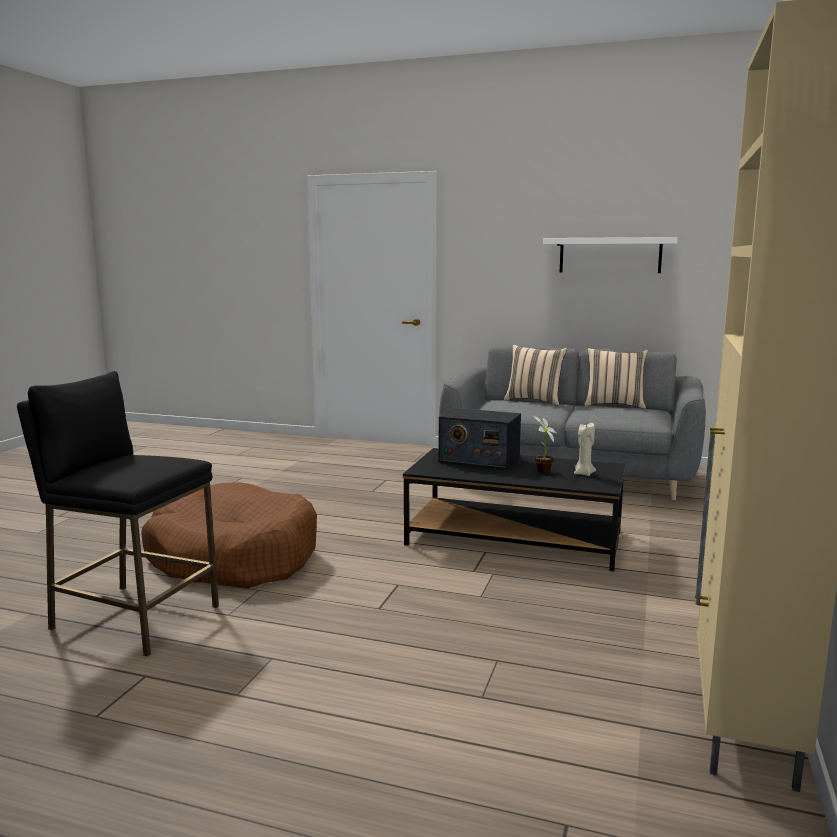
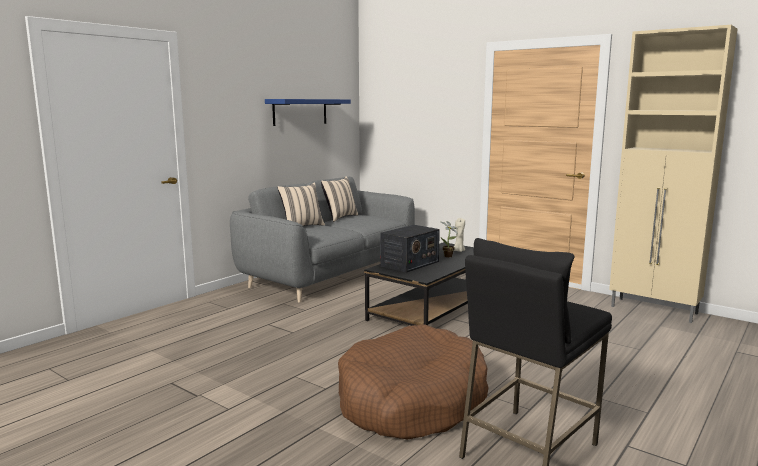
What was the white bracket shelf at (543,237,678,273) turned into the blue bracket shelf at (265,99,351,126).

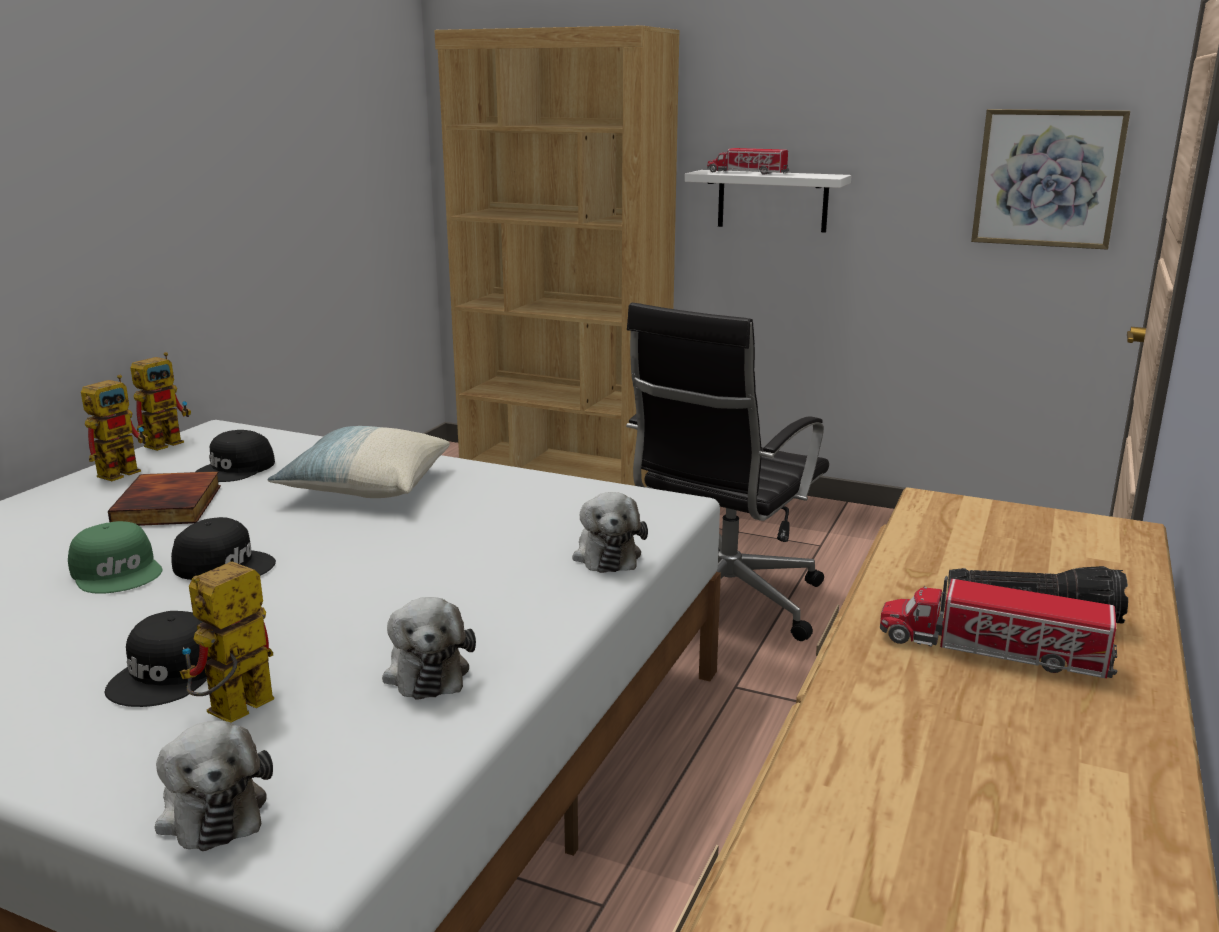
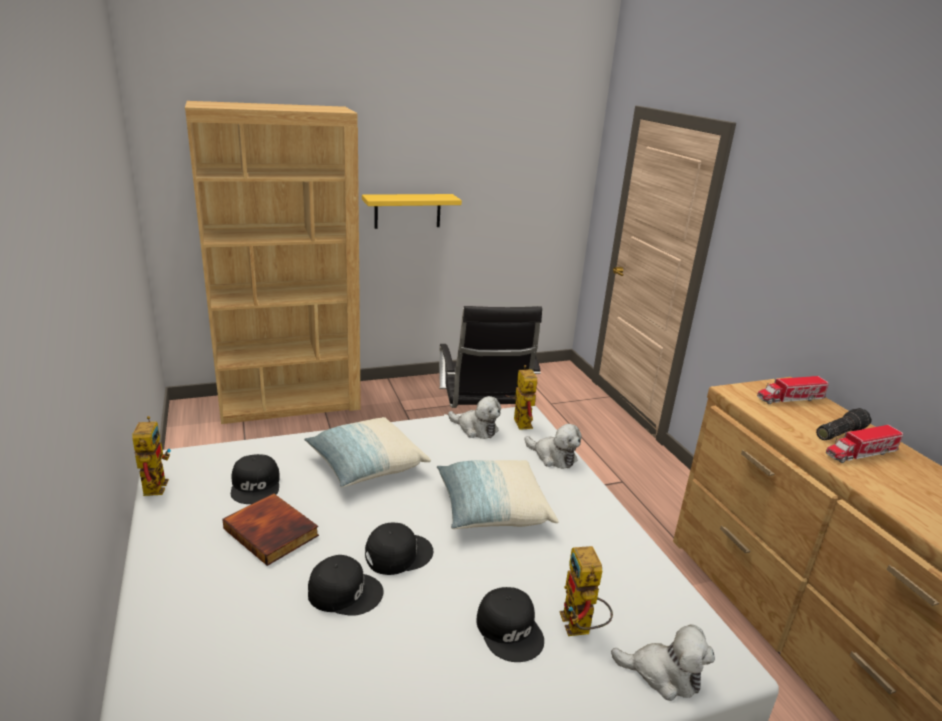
What was the green-coloured cap at (68,521,163,594) turned into the black cap at (308,555,384,616). What was the white bracket shelf at (684,170,851,233) turned into the yellow bracket shelf at (362,194,462,229). The second view gained the throw pillow at (437,460,559,529). The soft toy ended up elsewhere, having gone from (382,597,476,700) to (448,396,501,439). The toy robot ended up elsewhere, having gone from (81,375,148,481) to (505,365,537,430). The toy lorry ended up elsewhere, having gone from (707,148,790,175) to (757,376,829,404). The second view lost the wall art at (971,109,1130,250).

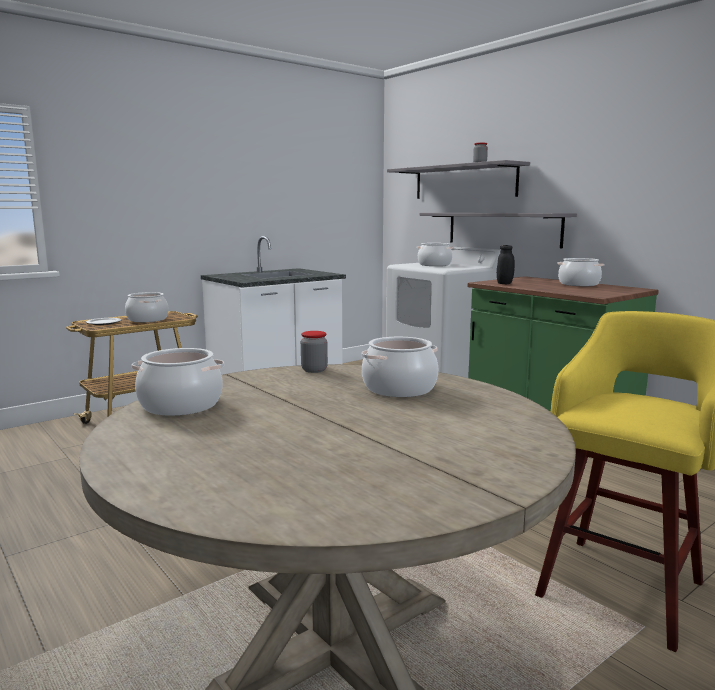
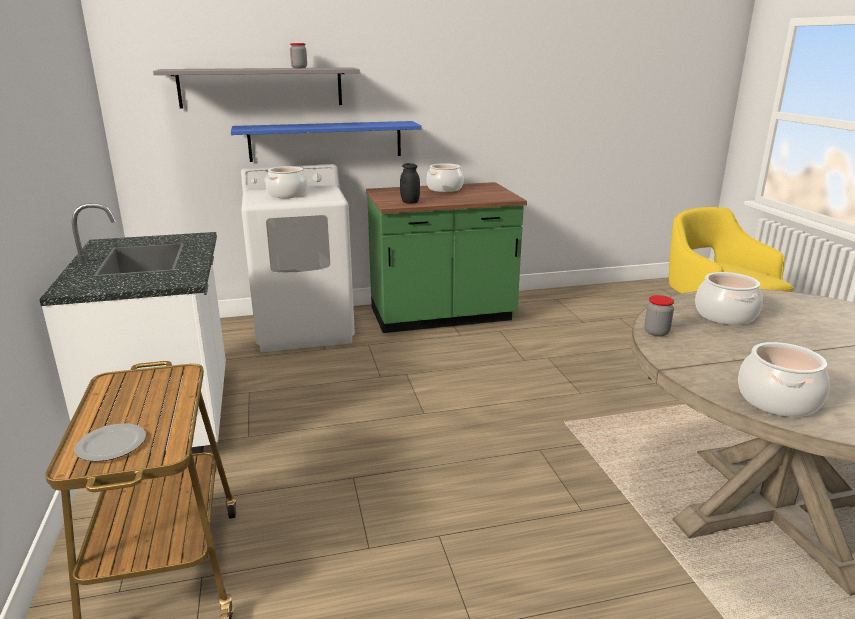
What was the greyish bracket shelf at (420,213,577,248) turned into the blue bracket shelf at (231,121,422,162). The second view lost the stockpot at (125,292,169,322).

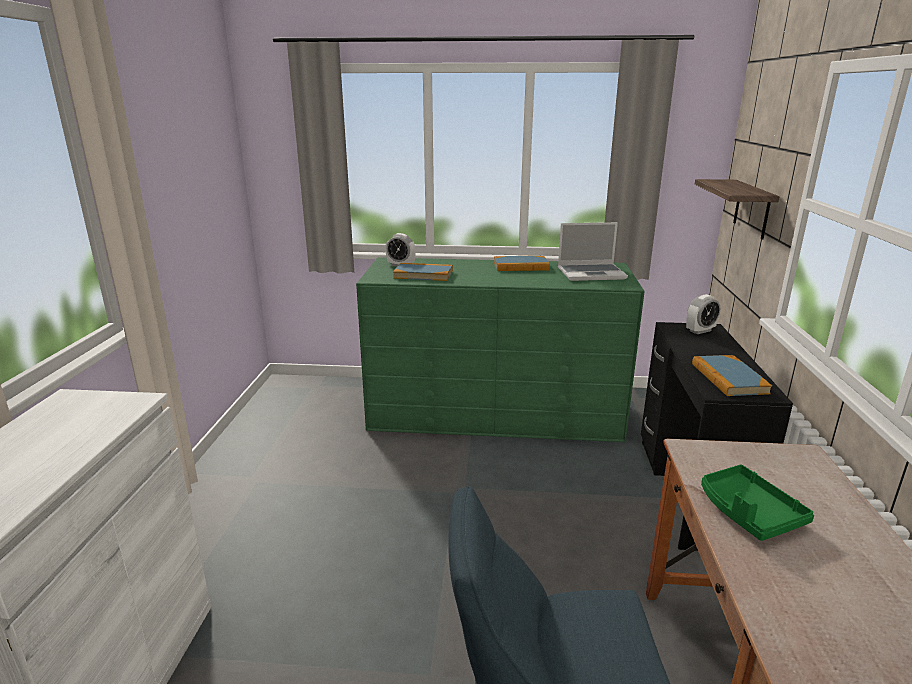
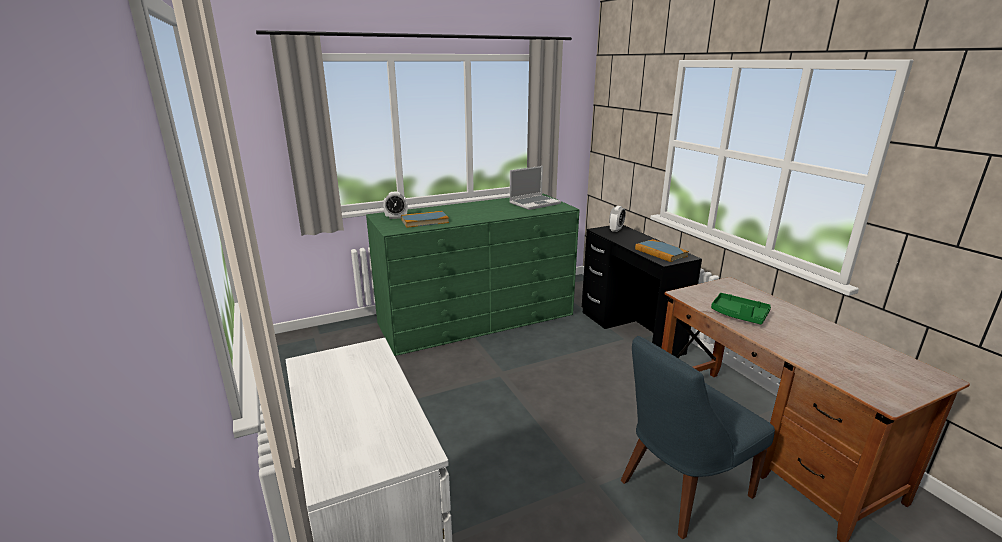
The second view lost the bound book at (494,256,550,271). The second view lost the bracket shelf at (695,179,779,239).

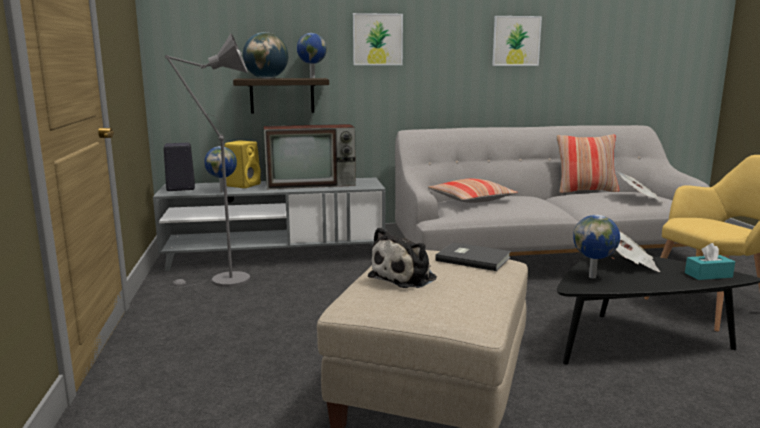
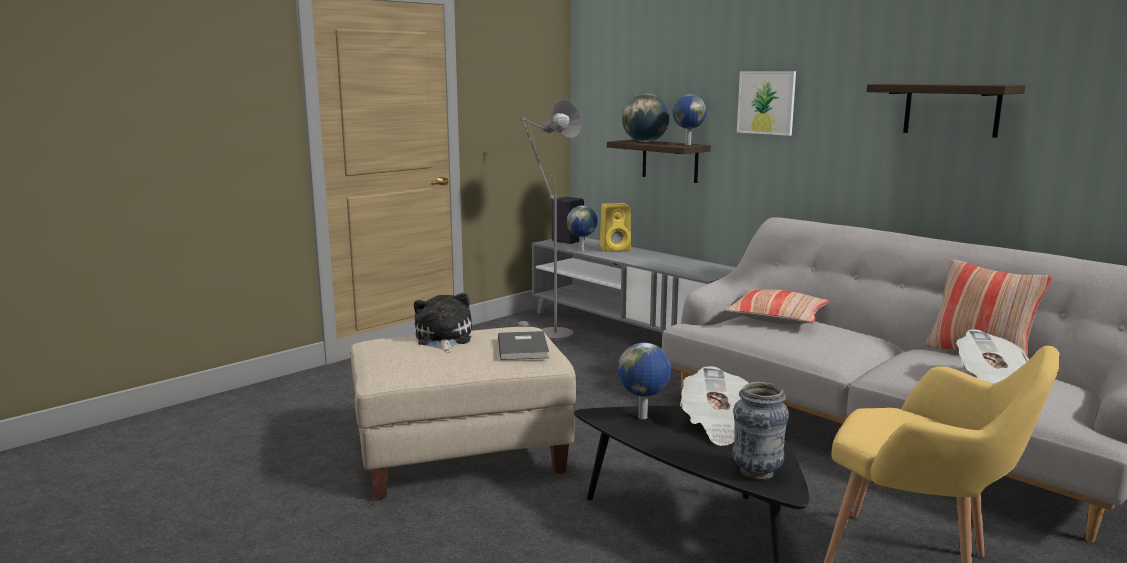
The soft toy at (367,227,437,288) ended up facing another way, 75 degrees clockwise from before. Where the turquoise tissue box stood at (685,243,735,280), the flower vase came to stand at (733,382,789,480). Where the wall art hung at (492,16,542,66), the bracket shelf came to hang at (867,84,1025,138). The second view lost the TV set at (264,124,356,189).

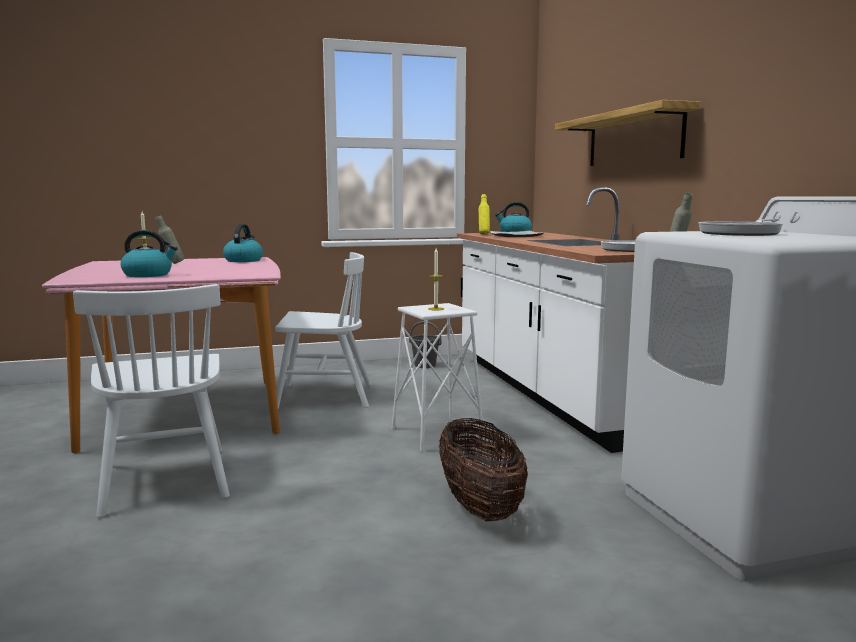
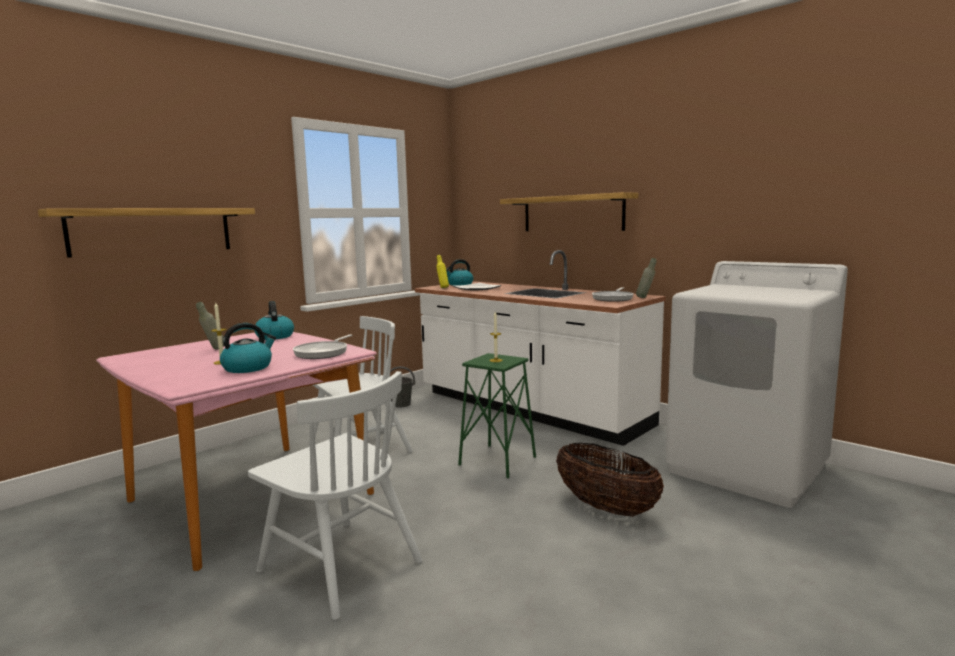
The second view gained the bracket shelf at (38,208,255,258). The pan ended up elsewhere, having gone from (699,219,783,236) to (293,334,353,359). What was the white sitting stool at (392,303,484,452) turned into the green-coloured sitting stool at (458,353,536,478).

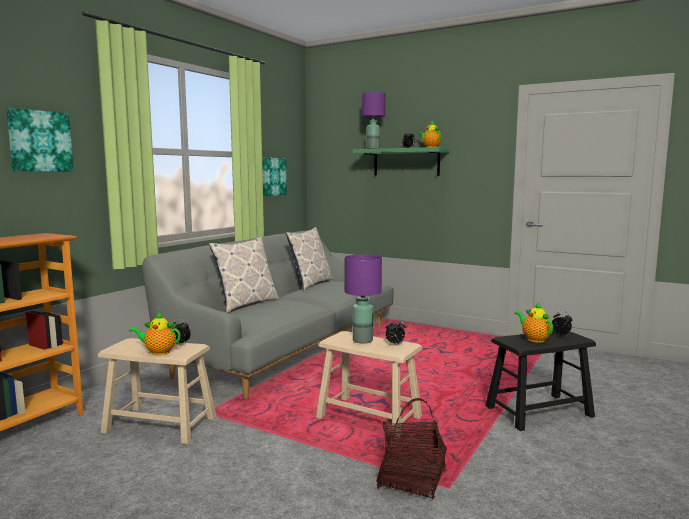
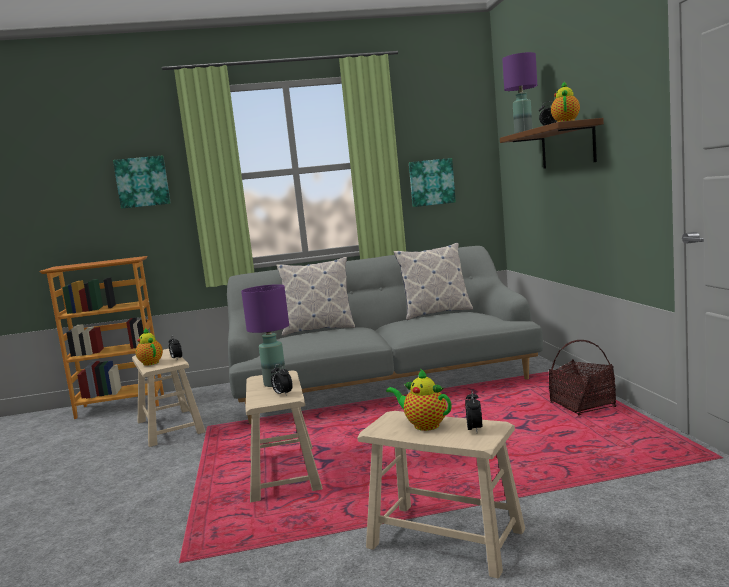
What was the black sitting stool at (485,331,596,431) turned into the beige sitting stool at (357,411,525,578). The teapot at (514,303,553,343) ended up facing another way, 75 degrees counterclockwise from before. What was the green-coloured bracket shelf at (353,147,450,176) turned into the brown bracket shelf at (500,118,604,169). The storage basket ended up elsewhere, having gone from (377,398,447,500) to (549,340,616,416).

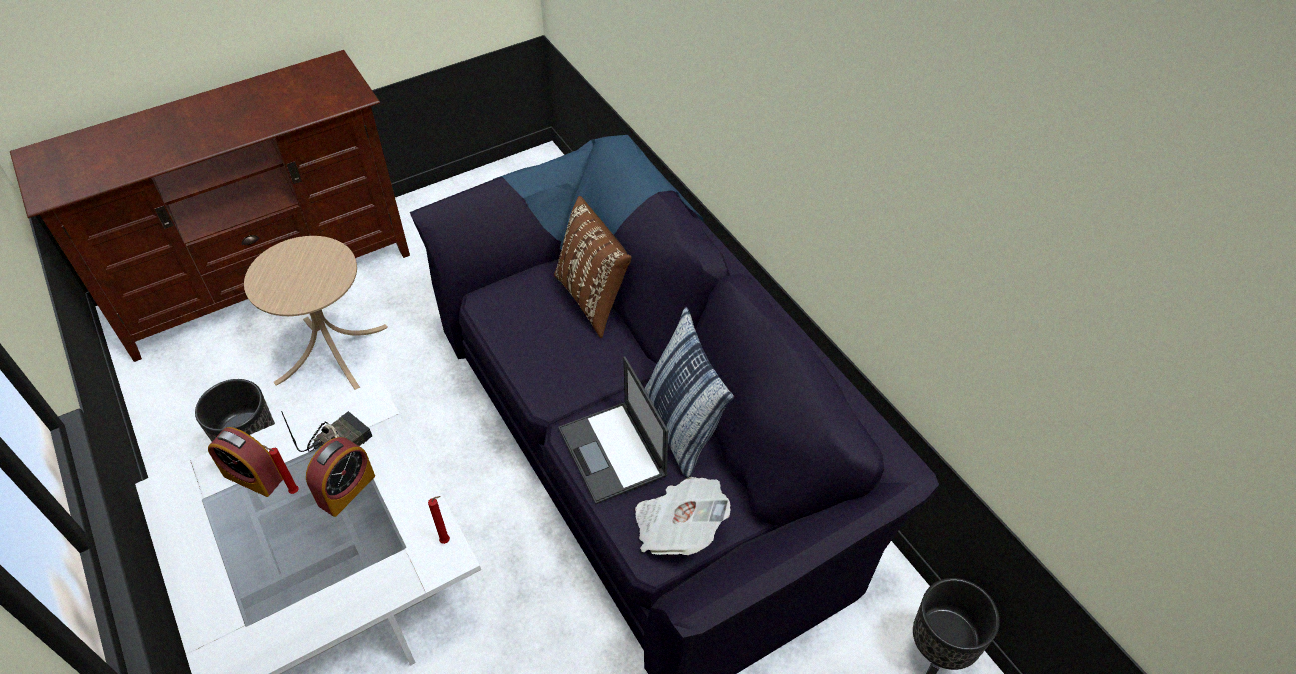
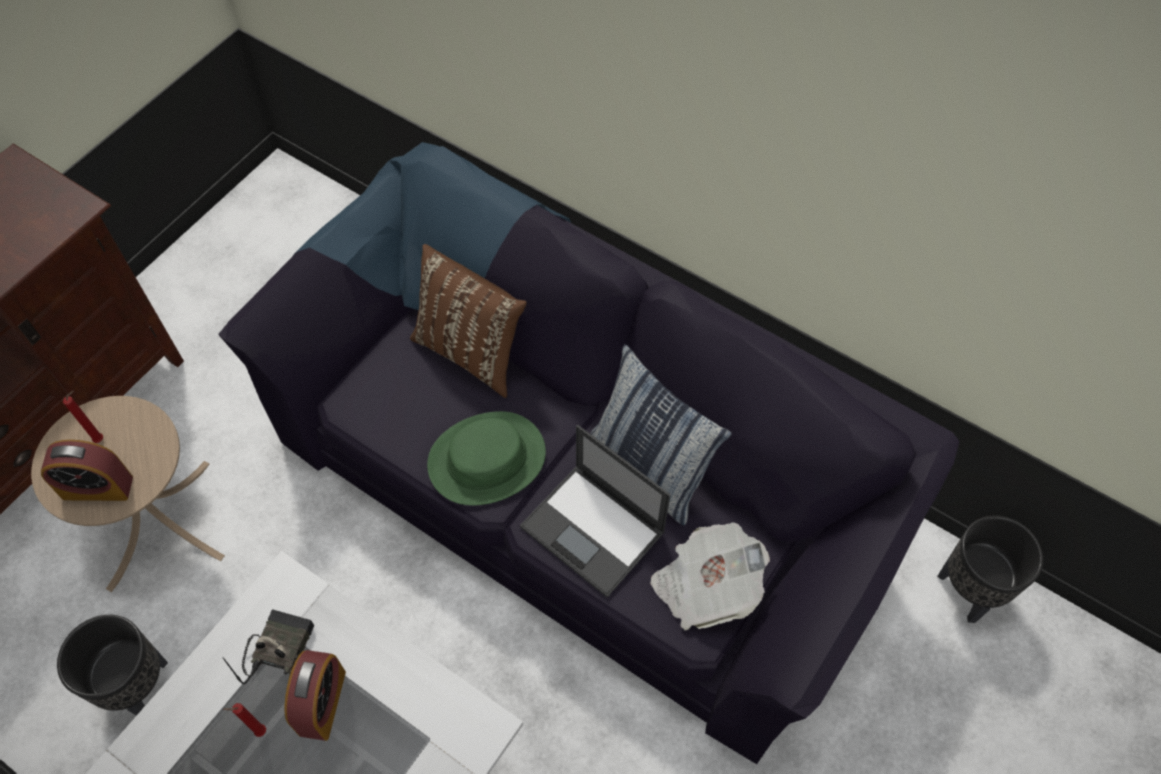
The bedside clock ended up elsewhere, having gone from (208,427,283,497) to (41,440,133,501). The red-coloured candle ended up elsewhere, having gone from (428,496,450,544) to (63,391,103,443). The second view gained the green-coloured hat at (427,411,546,506).

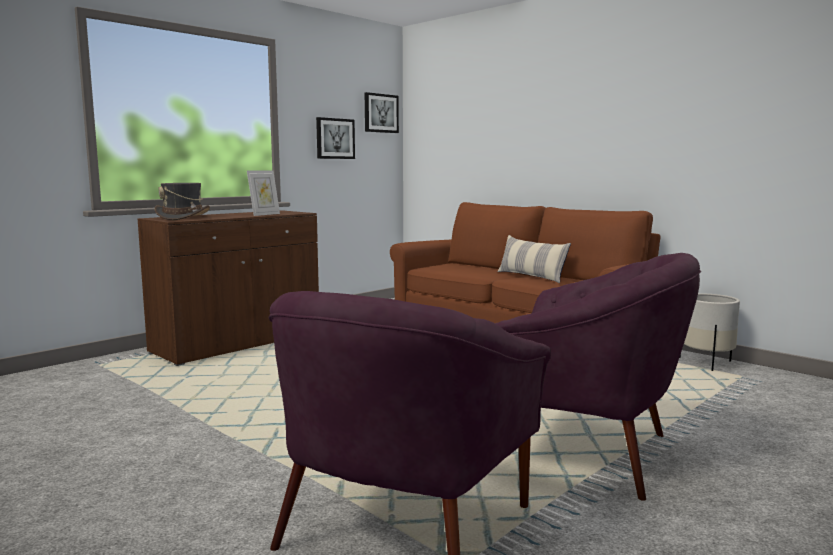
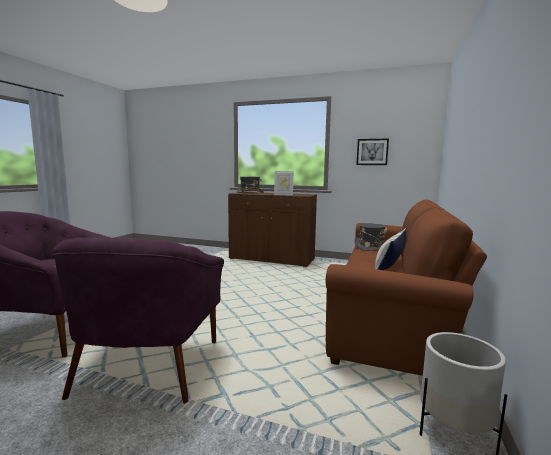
The second view gained the greyish hat at (354,223,387,251). The second view lost the wall art at (365,92,399,133).

